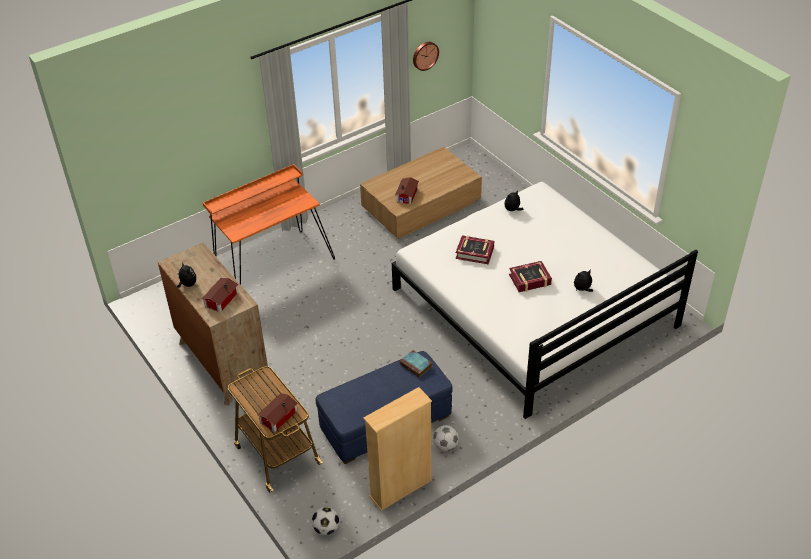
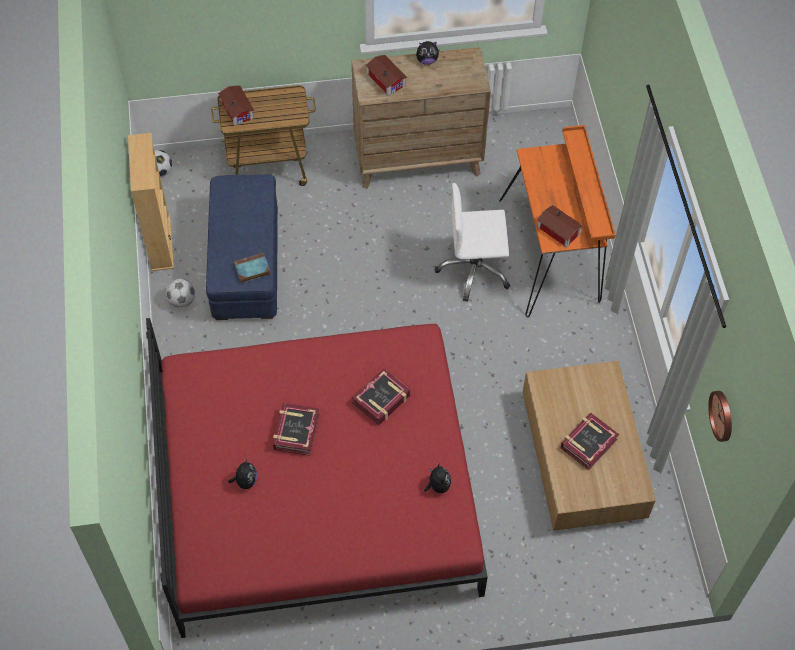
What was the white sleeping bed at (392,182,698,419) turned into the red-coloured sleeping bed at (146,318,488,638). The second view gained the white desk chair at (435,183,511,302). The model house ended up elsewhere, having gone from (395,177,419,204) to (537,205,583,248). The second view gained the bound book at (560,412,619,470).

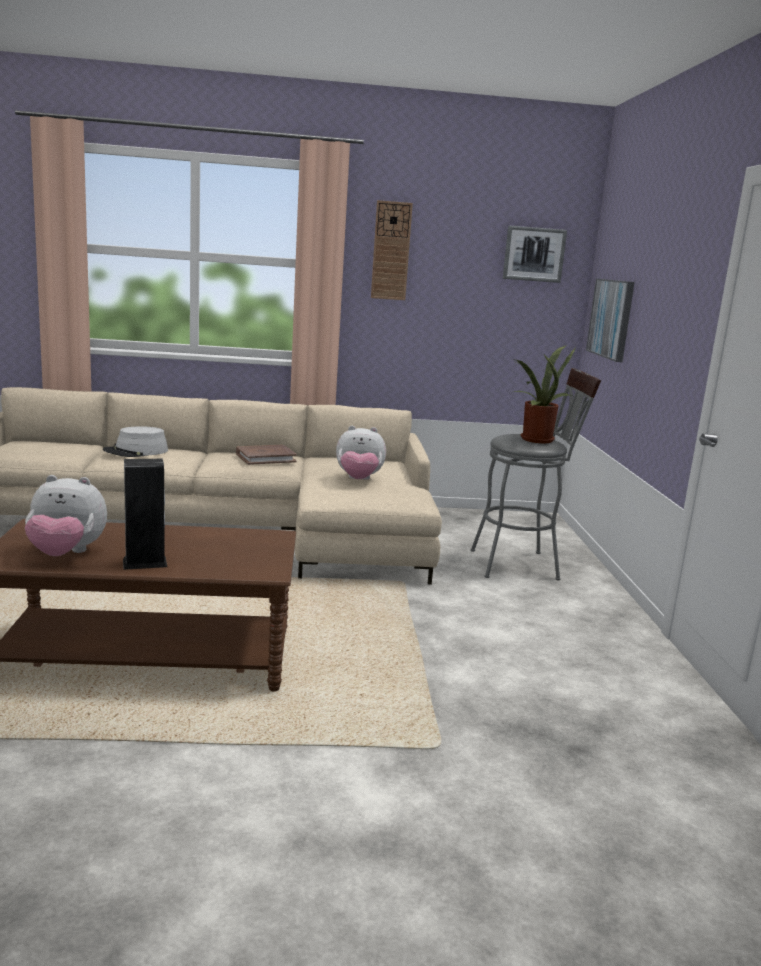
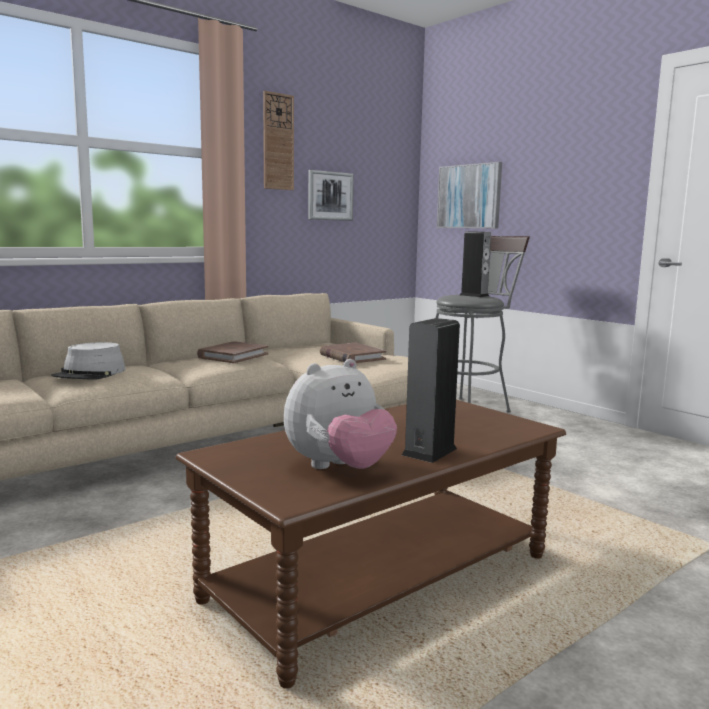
The wall art ended up elsewhere, having gone from (503,226,567,283) to (308,170,354,221). Where the soft toy stood at (336,426,386,480), the brown bound book came to stand at (320,343,386,363). Where the potted plant stood at (512,345,576,443), the loudspeaker came to stand at (460,231,491,297).

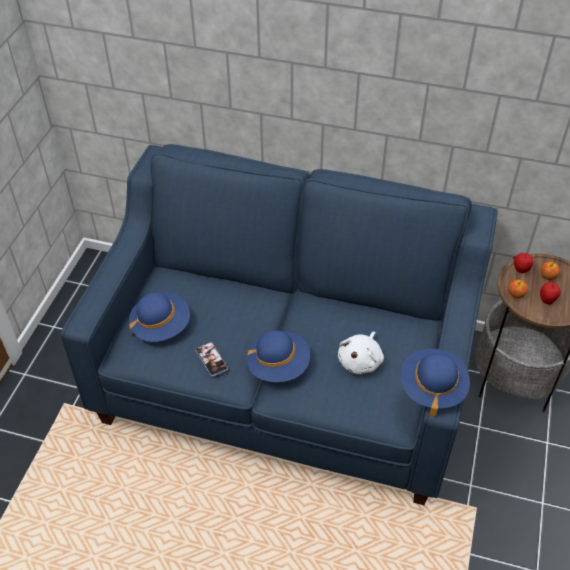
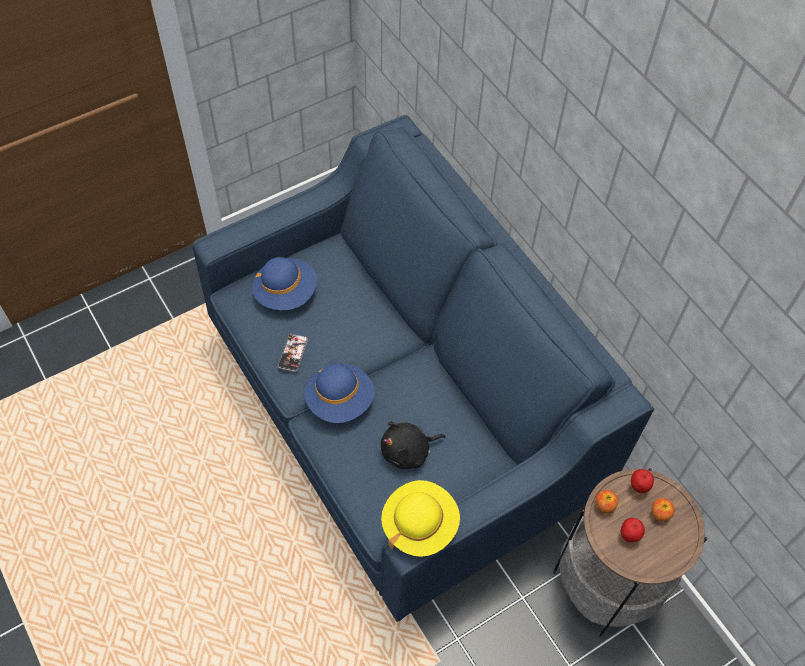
What was the white soft toy at (338,332,384,374) turned into the black soft toy at (381,422,446,469). What was the blue hat at (401,349,470,417) turned into the yellow hat at (381,480,460,557).

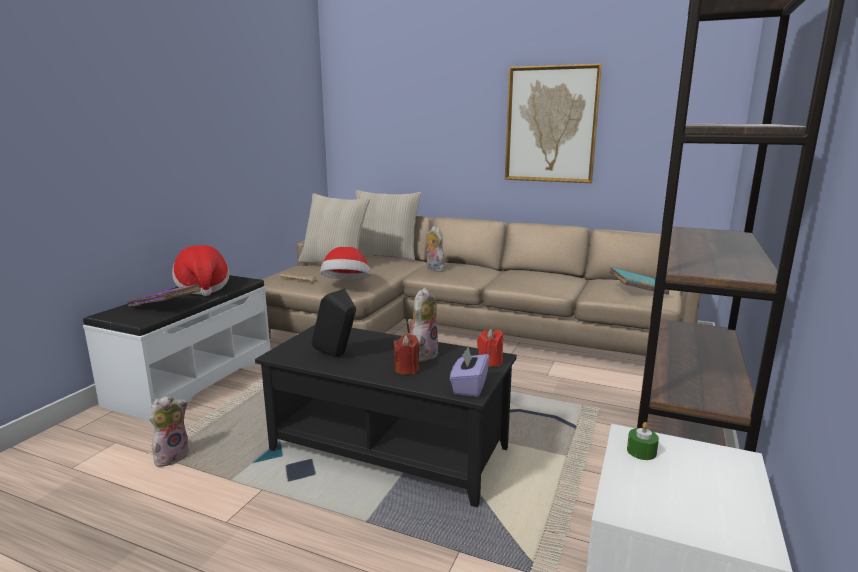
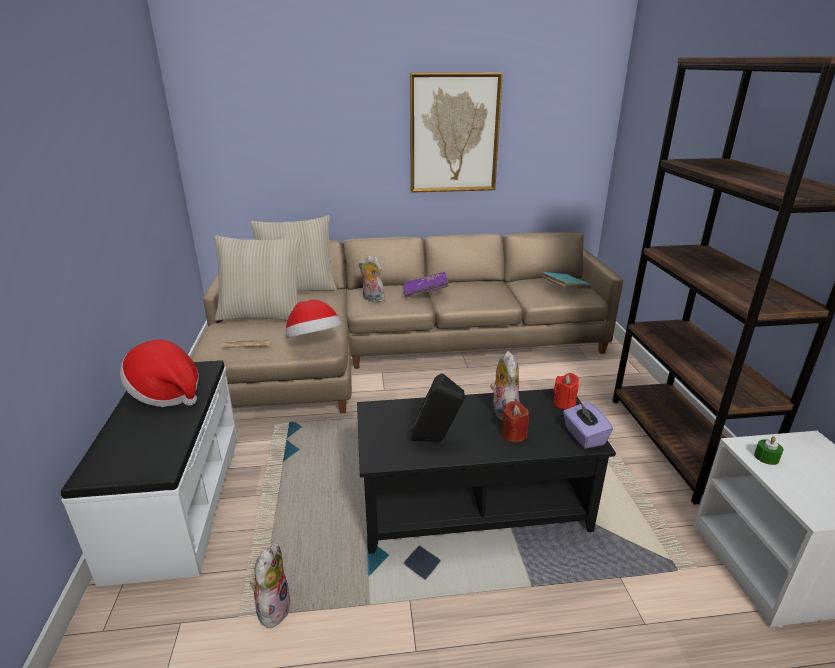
The purple bound book ended up elsewhere, having gone from (126,284,201,306) to (404,272,449,298).

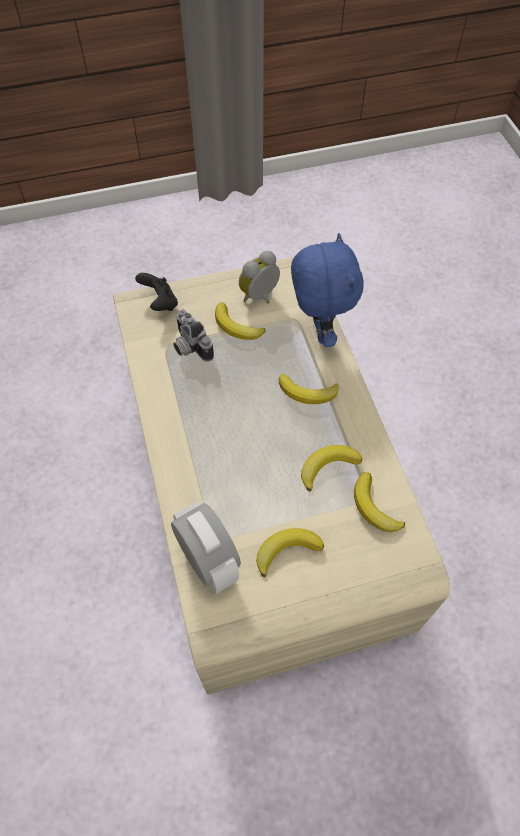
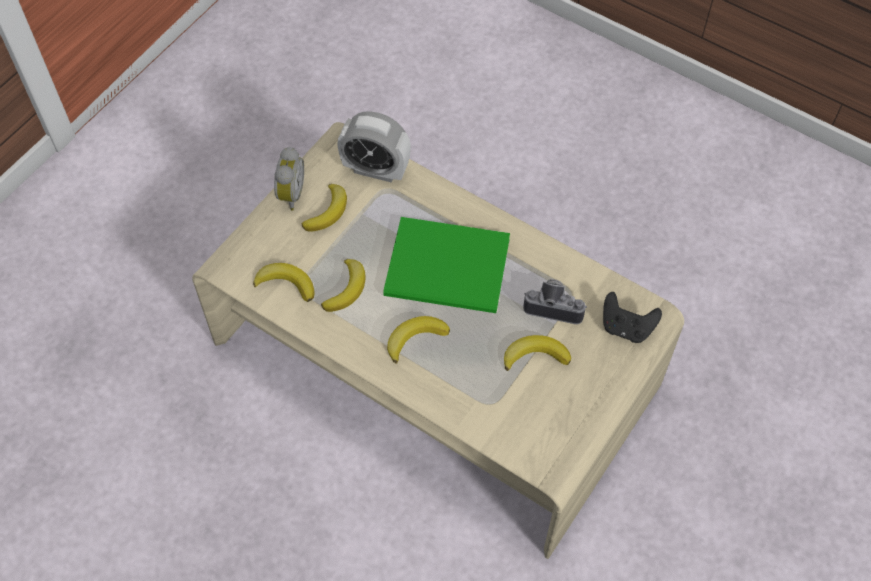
The bedside clock ended up elsewhere, having gone from (239,251,280,304) to (274,147,304,211). The second view gained the green-coloured bound book at (383,217,510,313). The second view lost the blue soft toy at (291,233,364,347).

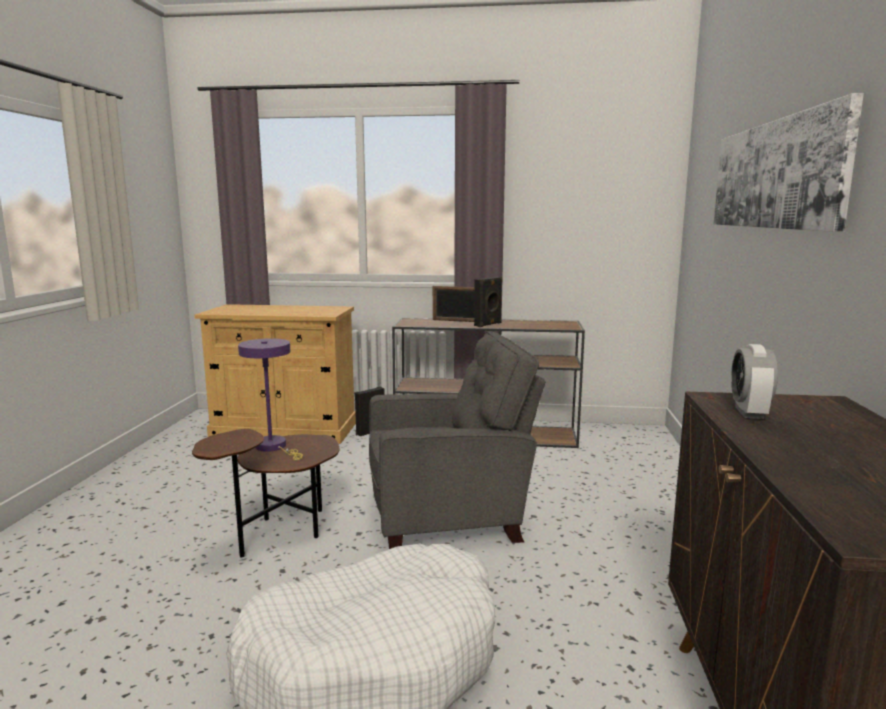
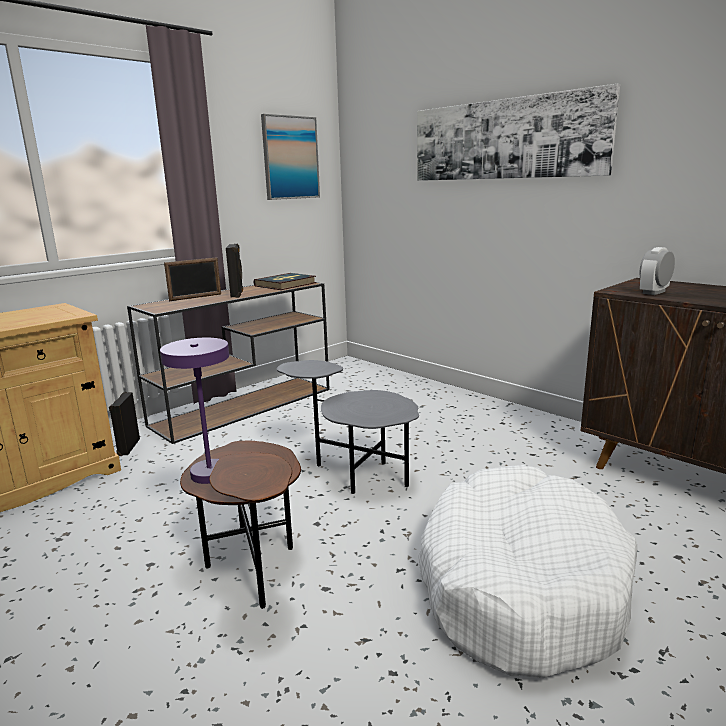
The second view gained the bound book at (254,273,316,290). The second view gained the wall art at (261,114,320,200). Where the greyish easy chair stood at (369,331,546,549), the greyish accent table came to stand at (277,360,419,494). The bedside clock at (731,344,778,419) ended up facing another way, 90 degrees clockwise from before.

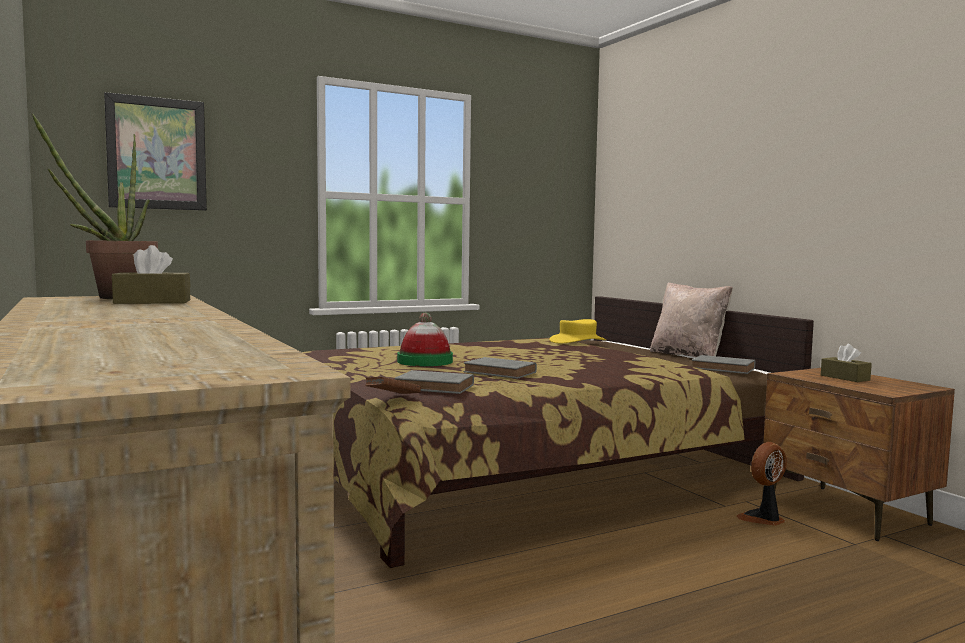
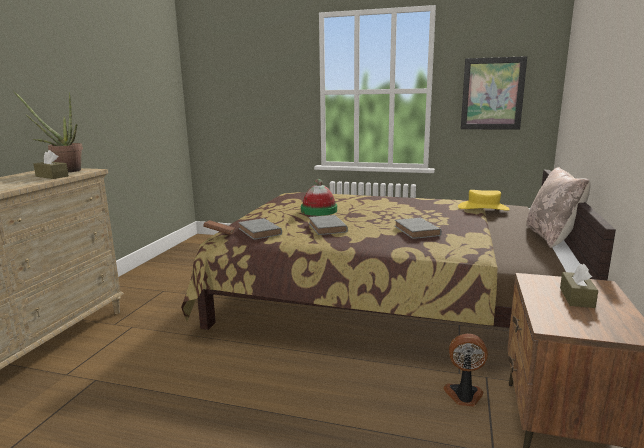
The greyish bound book ended up elsewhere, having gone from (692,355,755,374) to (395,218,442,239). The wall art ended up elsewhere, having gone from (104,92,207,210) to (461,56,527,130).

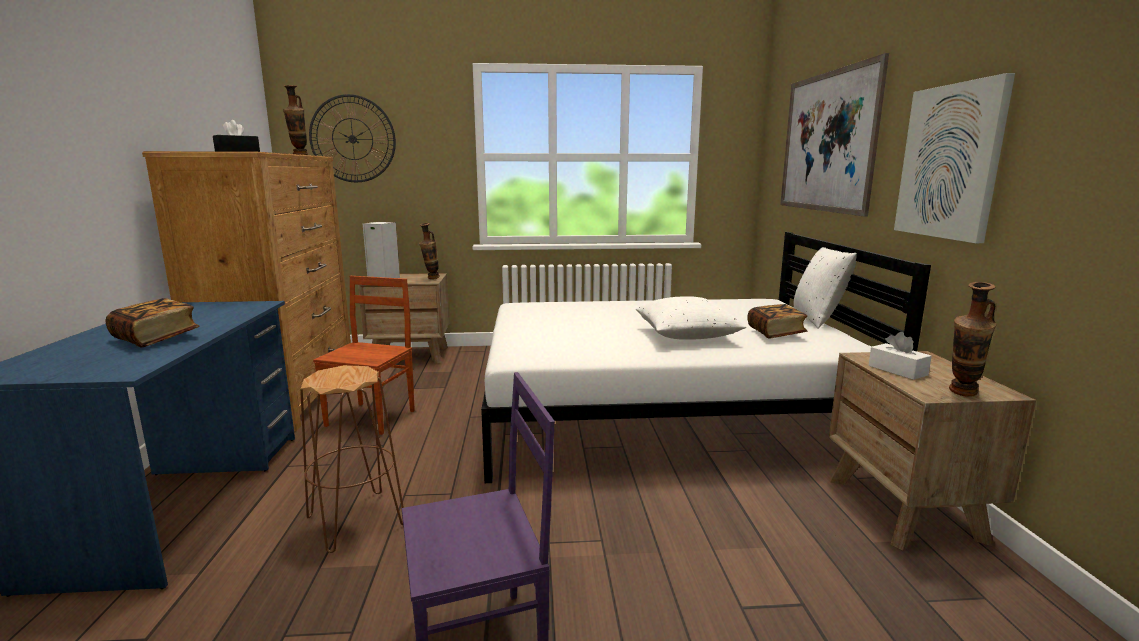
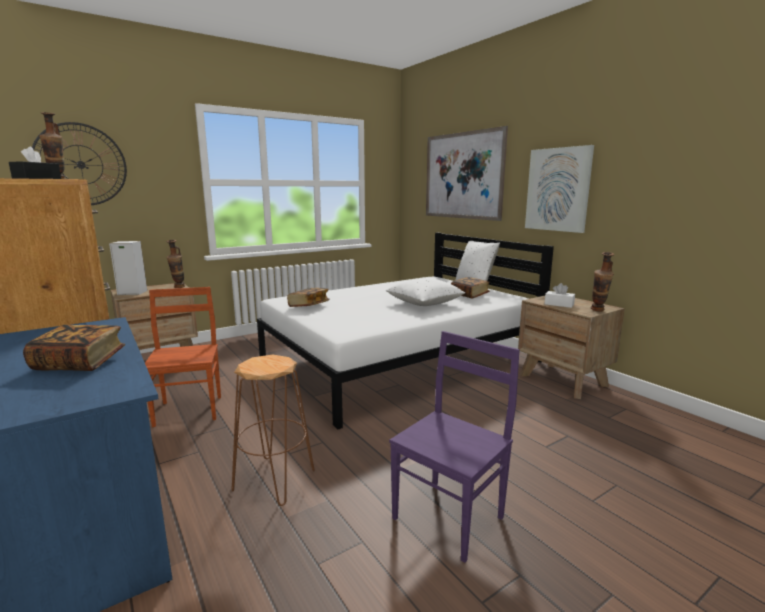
The second view gained the bound book at (287,288,329,307).

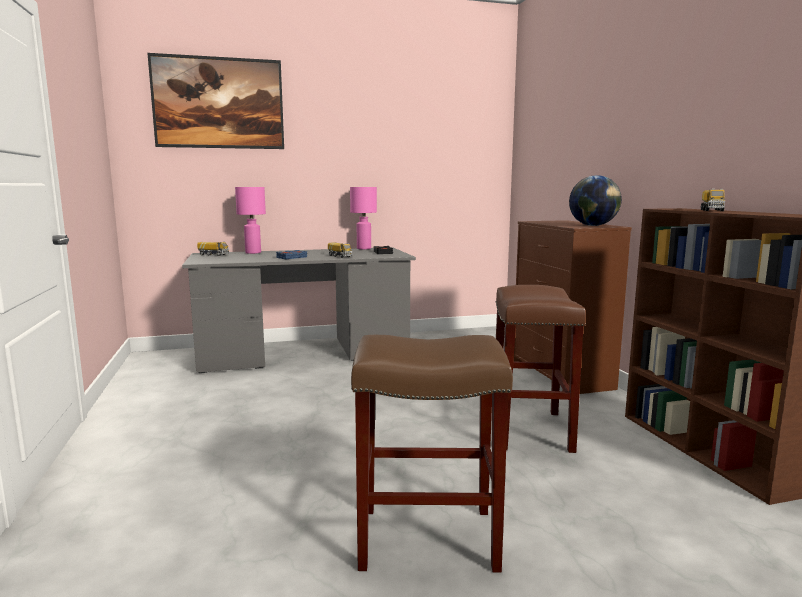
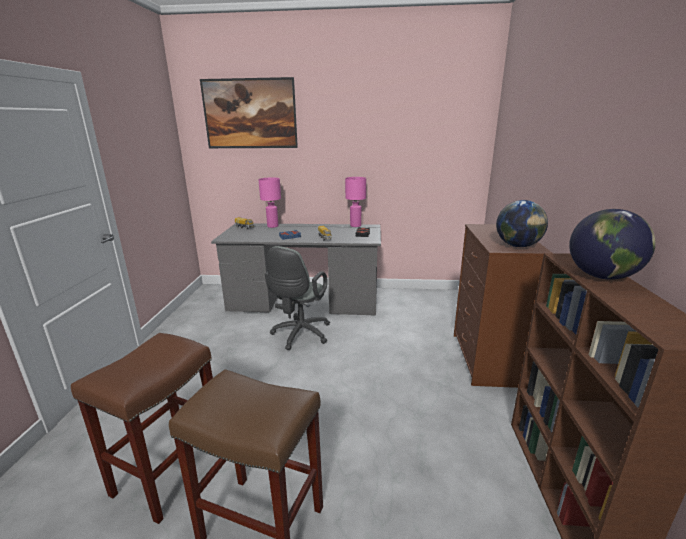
The brown sitting stool ended up elsewhere, having gone from (495,285,586,453) to (71,333,213,524). The second view gained the greyish desk chair at (265,246,330,350). Where the toy lorry stood at (701,189,725,211), the world globe came to stand at (569,209,656,280).

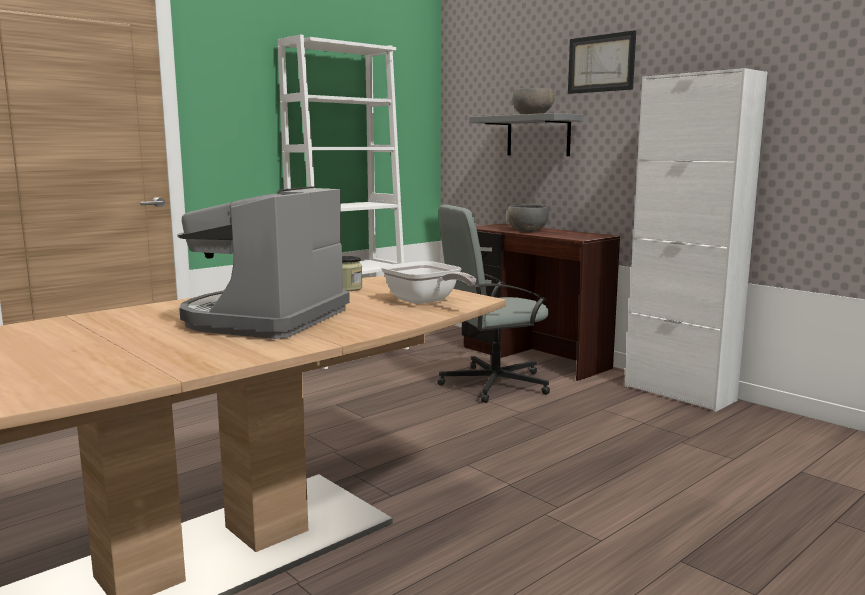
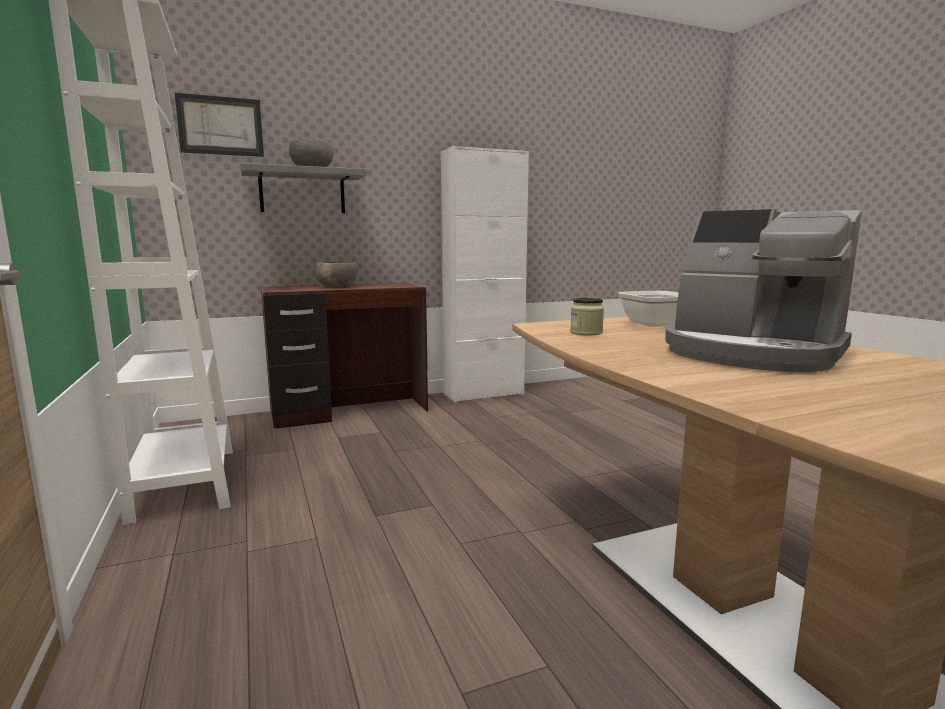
The wall art ended up elsewhere, having gone from (568,30,636,94) to (175,93,264,157). The second view lost the greyish desk chair at (437,205,550,403).

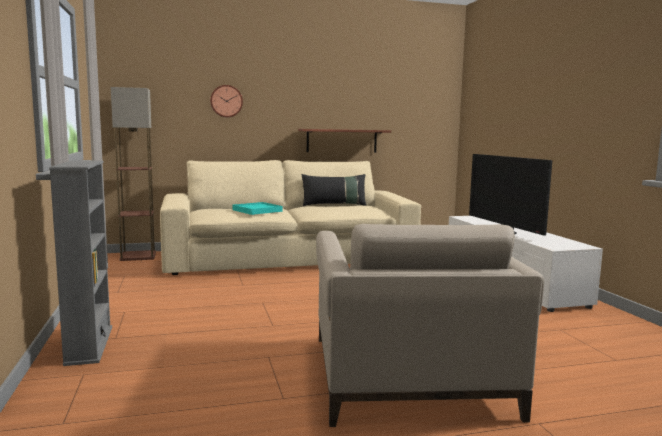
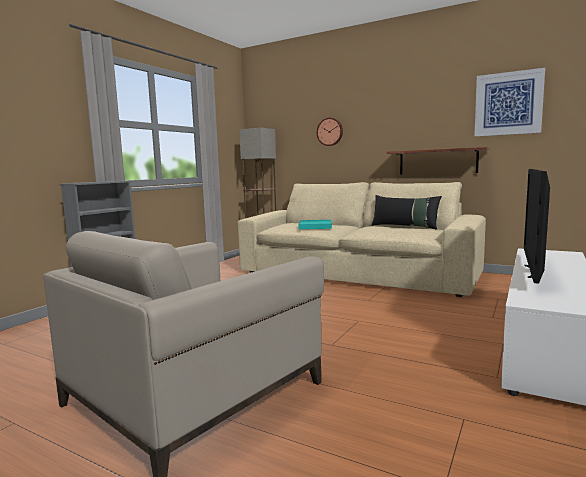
The second view gained the wall art at (474,68,545,137).

